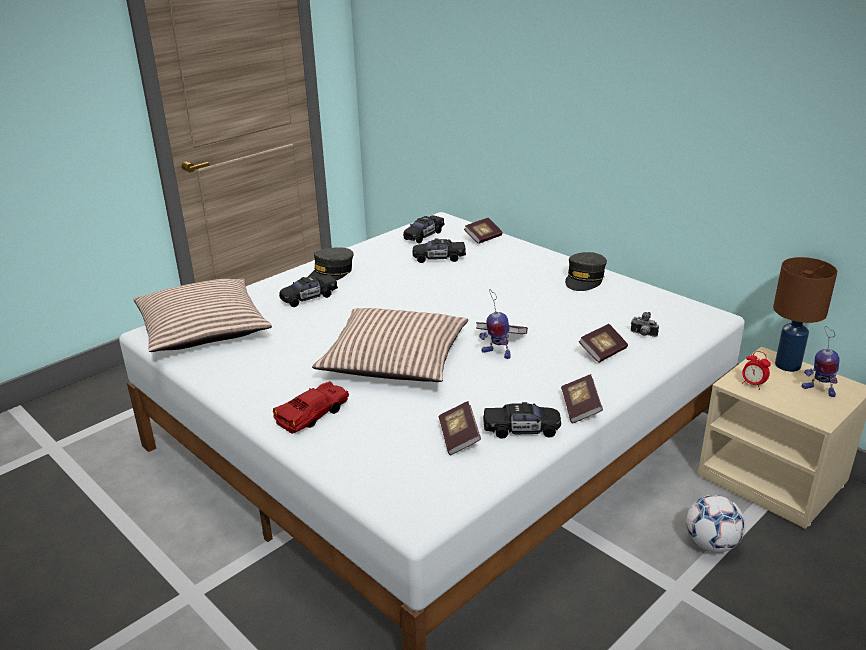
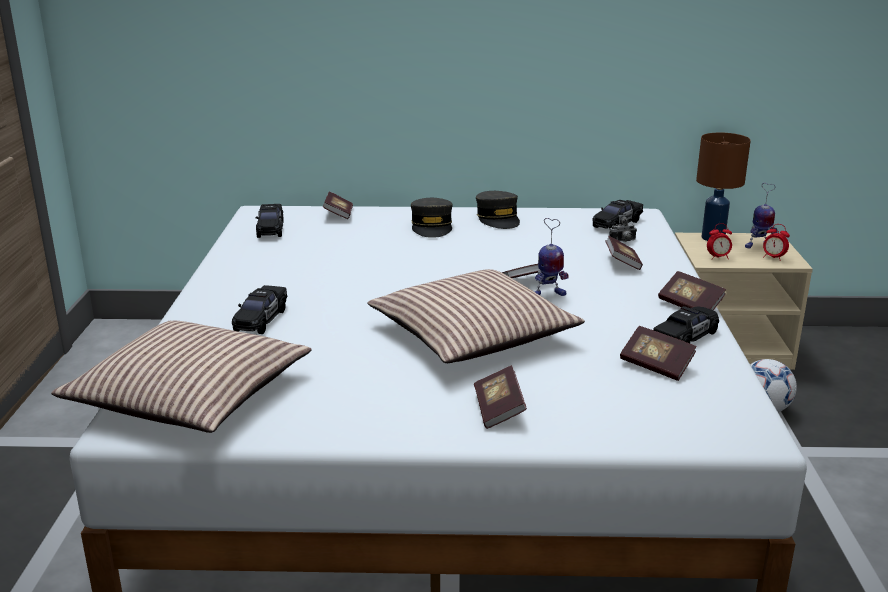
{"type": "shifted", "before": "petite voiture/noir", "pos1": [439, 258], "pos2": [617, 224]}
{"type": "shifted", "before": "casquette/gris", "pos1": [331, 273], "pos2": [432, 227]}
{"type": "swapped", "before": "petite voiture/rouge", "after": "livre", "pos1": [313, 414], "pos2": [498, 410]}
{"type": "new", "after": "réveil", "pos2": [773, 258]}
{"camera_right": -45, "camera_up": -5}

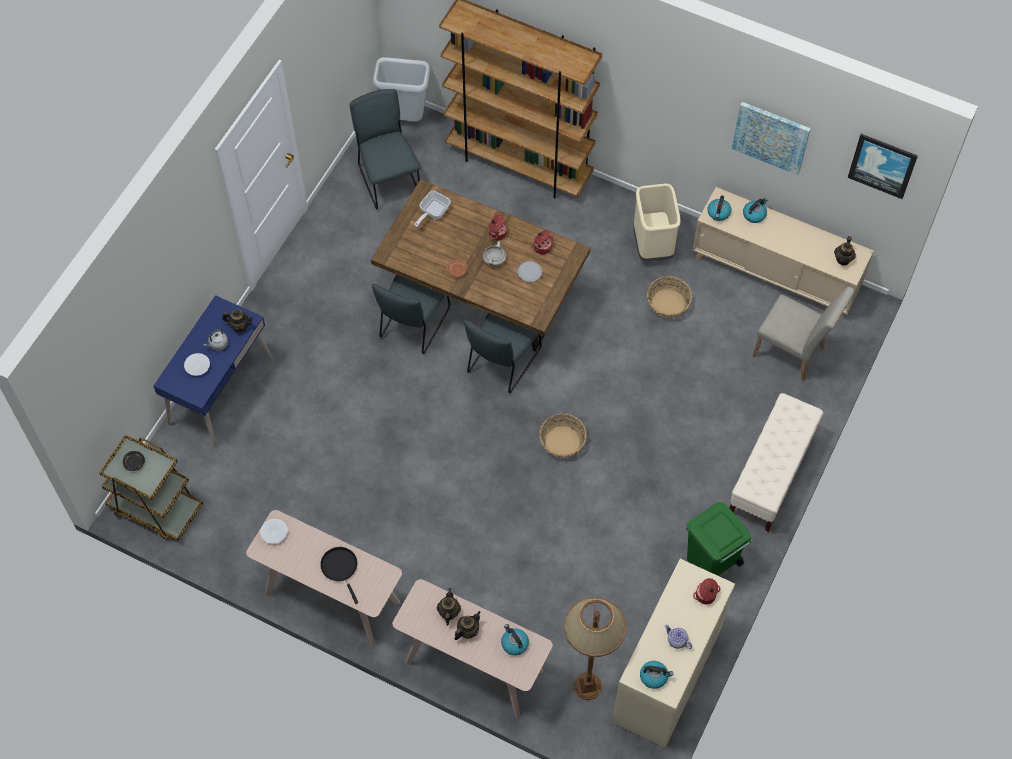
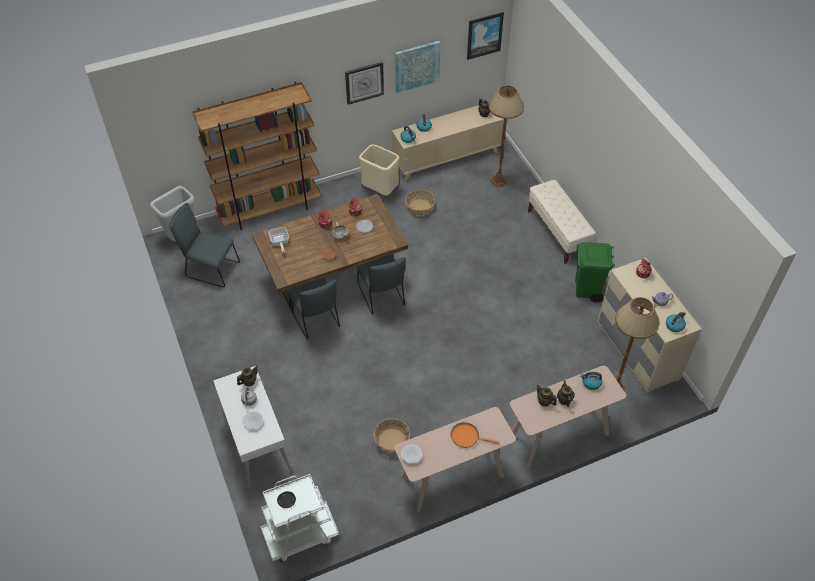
{"type": "swapped", "before": "chaise/beige", "after": "lampadaire/marron", "pos1": [793, 354], "pos2": [498, 181]}
{"type": "repainted", "before": "bureau/bleu", "after": "bureau/blanc", "pos1": [220, 391], "pos2": [256, 443]}
{"type": "shifted", "before": "panier", "pos1": [562, 441], "pos2": [391, 440]}
{"type": "repainted", "before": "chariot/marron", "after": "chariot/blanc", "pos1": [155, 508], "pos2": [300, 535]}
{"type": "repainted", "before": "poêle/noir", "after": "poêle/orange", "pos1": [340, 568], "pos2": [467, 436]}
{"type": "new", "after": "horloge murale", "pos2": [364, 82]}
{"camera_right": -50, "camera_up": -10}

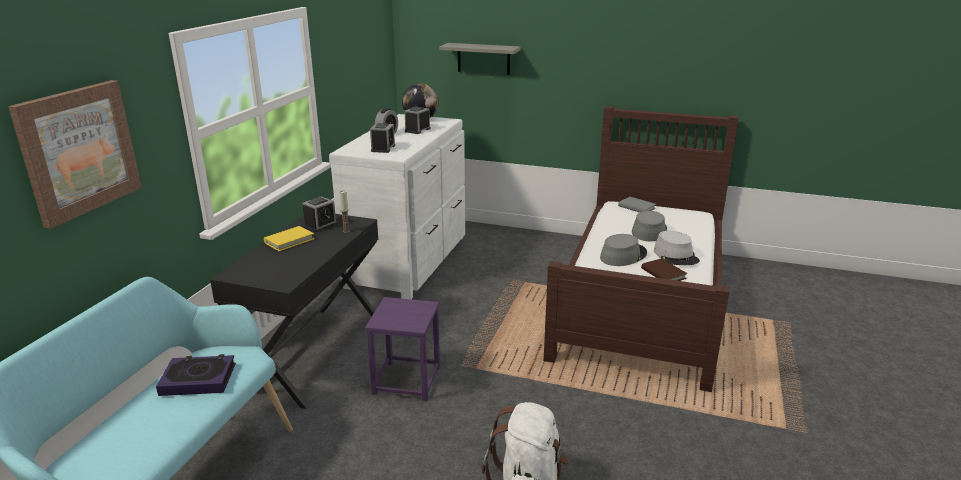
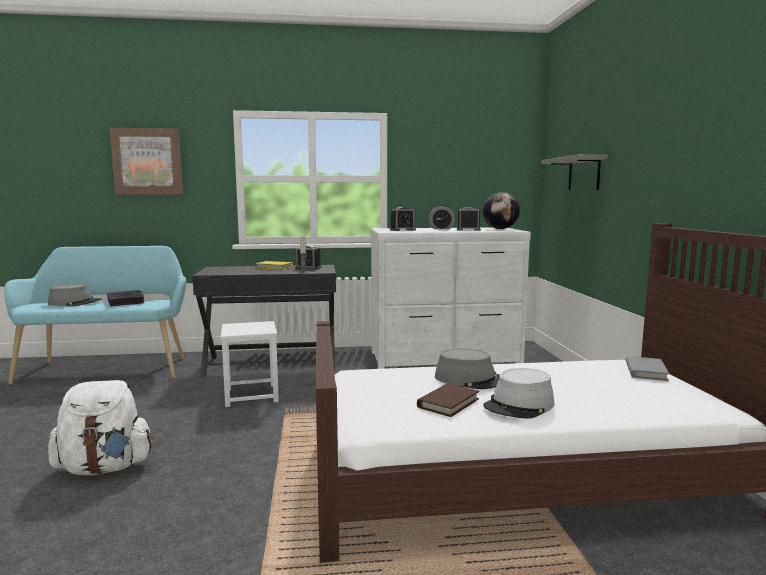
{"type": "shifted", "before": "chapeau/gris", "pos1": [649, 231], "pos2": [75, 303]}
{"type": "repainted", "before": "tabouret/violet", "after": "tabouret/blanc", "pos1": [407, 380], "pos2": [251, 395]}
{"camera_right": 65, "camera_up": -15}

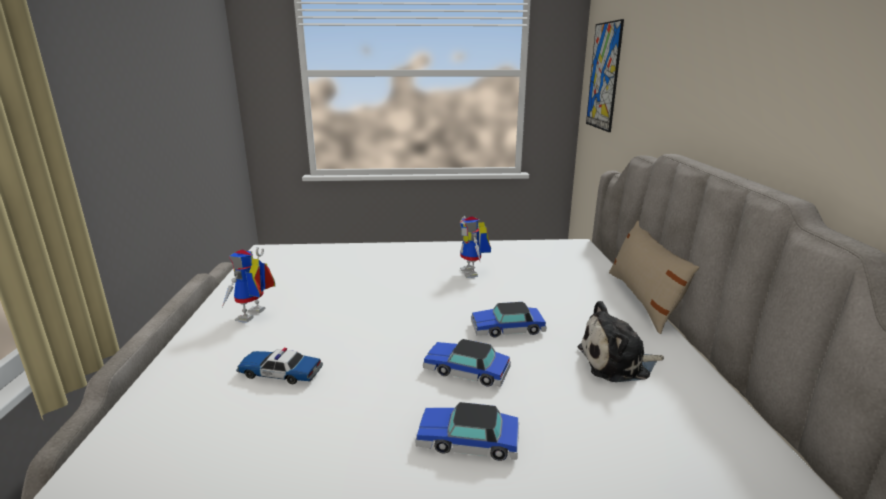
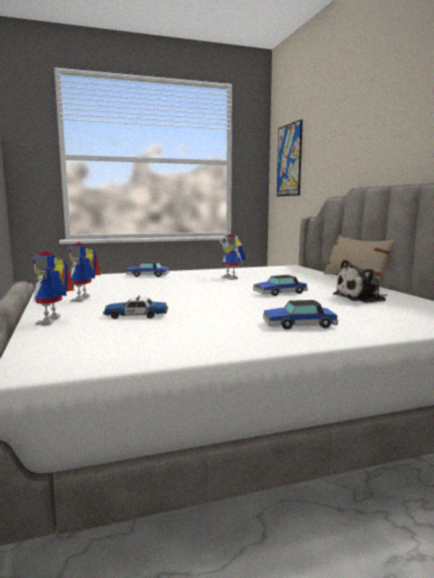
{"type": "shifted", "before": "petite voiture", "pos1": [466, 370], "pos2": [148, 275]}
{"type": "new", "after": "robot jouet", "pos2": [53, 322]}
{"camera_right": -15, "camera_up": -10}

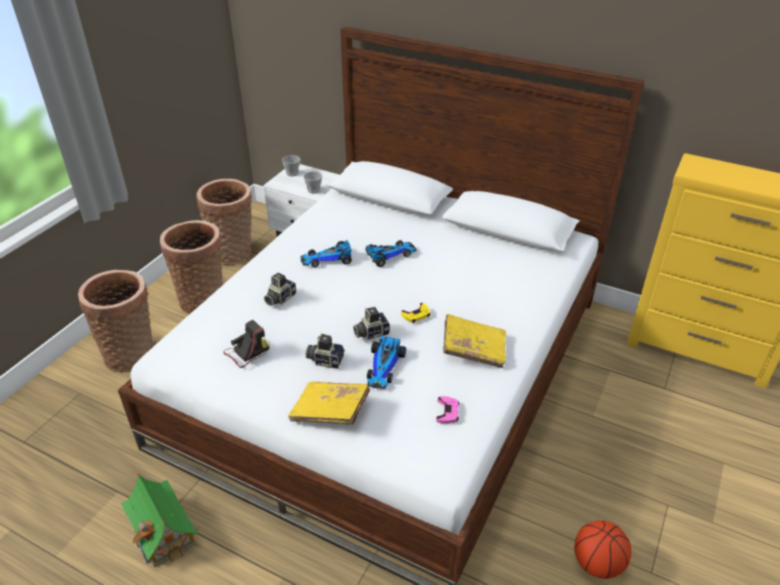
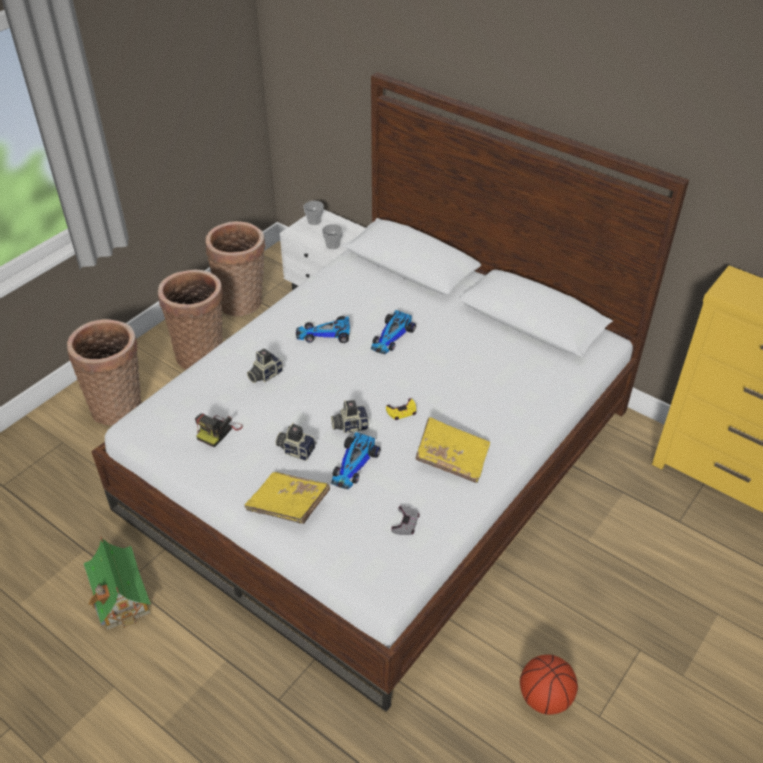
{"type": "rotated", "before": "petite voiture", "pos1": [389, 255], "pos2": [392, 337], "turn": 135}
{"type": "rotated", "before": "appareil photo", "pos1": [246, 352], "pos2": [218, 431], "turn": 150}
{"type": "repainted", "before": "manette/rose", "after": "manette/gris", "pos1": [447, 412], "pos2": [405, 523]}
{"camera_right": 10, "camera_up": 5}

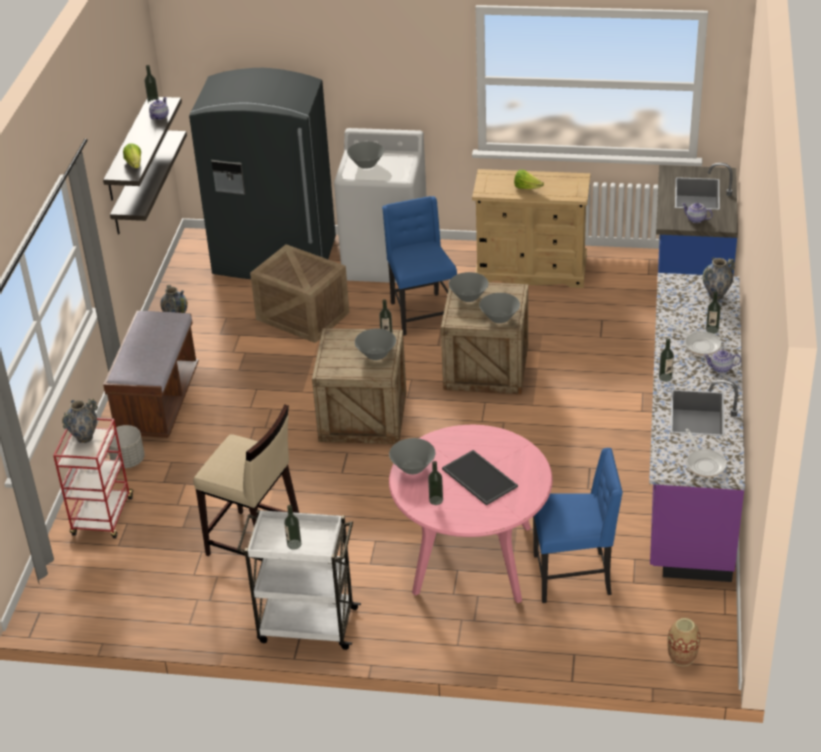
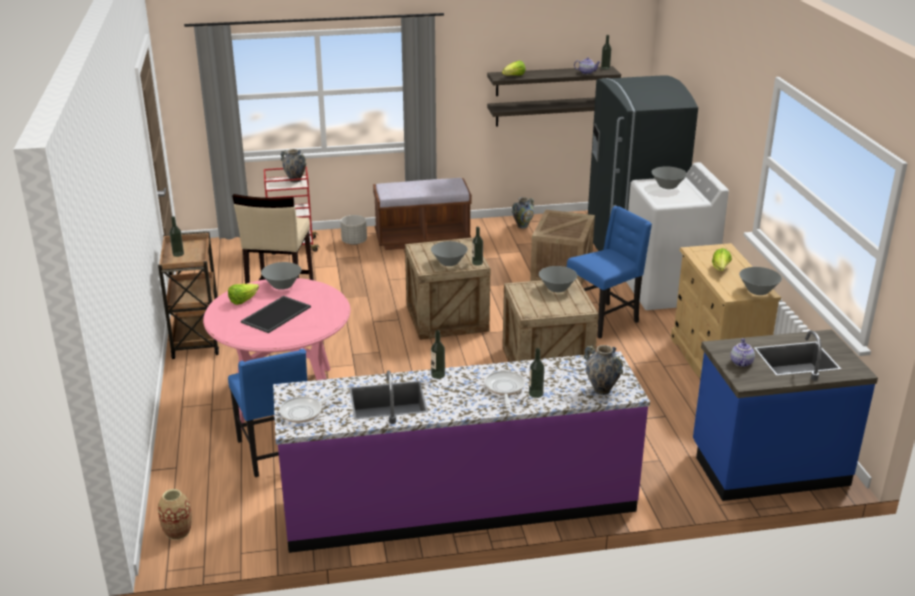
{"type": "shifted", "before": "bol/gris", "pos1": [499, 318], "pos2": [758, 291]}
{"type": "rotated", "before": "poêle", "pos1": [699, 345], "pos2": [504, 389], "turn": 150}
{"type": "gone", "before": "théière", "pos1": [721, 368]}
{"type": "swapped", "before": "bouteille", "after": "laitue", "pos1": [436, 500], "pos2": [243, 301]}
{"type": "repainted", "before": "chariot/blanc", "after": "chariot/marron", "pos1": [306, 625], "pos2": [196, 338]}
{"camera_right": 70, "camera_up": -10}

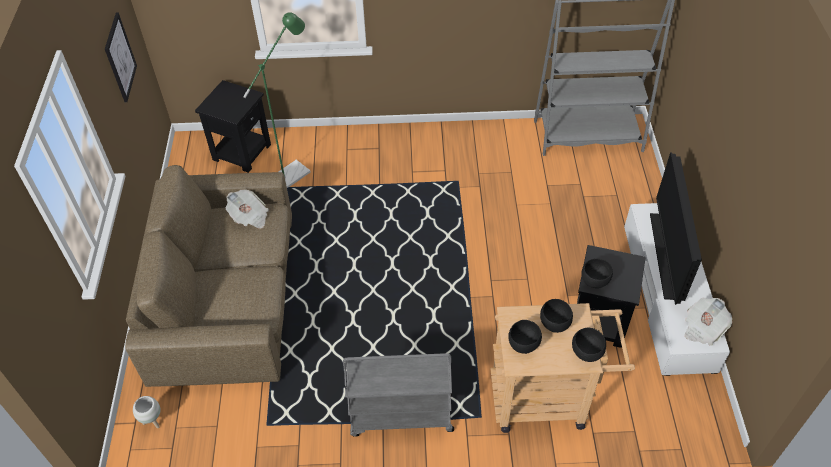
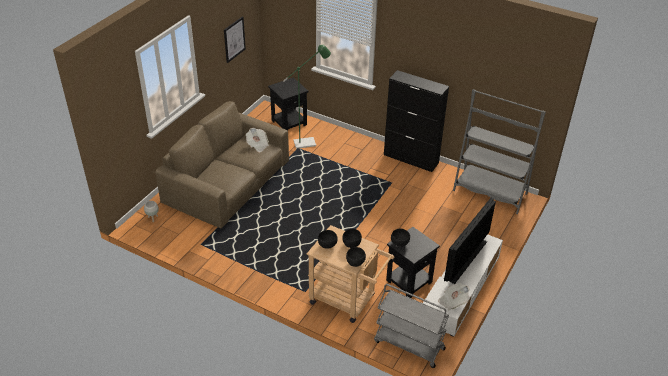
{"type": "shifted", "before": "chariot/gris", "pos1": [400, 416], "pos2": [408, 345]}
{"type": "new", "after": "meuble de rangement/noir", "pos2": [411, 159]}
{"camera_right": 30, "camera_up": -10}

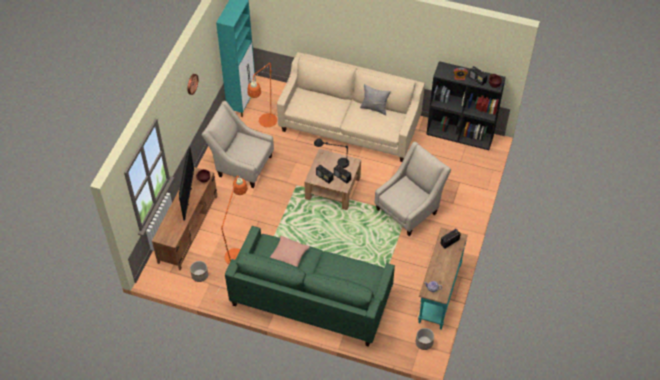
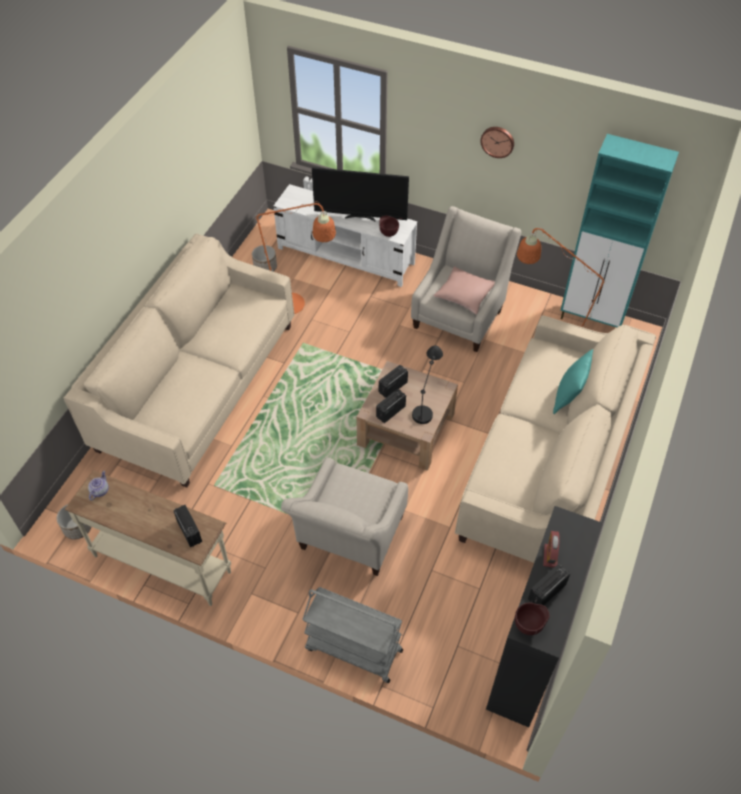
{"type": "gone", "before": "coussin/gris", "pos1": [374, 108]}
{"type": "rotated", "before": "fauteuil/beige", "pos1": [409, 209], "pos2": [348, 539], "turn": 60}
{"type": "repainted", "before": "meuble télé/marron", "after": "meuble télé/blanc", "pos1": [188, 228], "pos2": [346, 256]}
{"type": "repainted", "before": "canapé/vert", "after": "canapé/beige", "pos1": [311, 298], "pos2": [198, 387]}
{"type": "repainted", "before": "table console/turquoise", "after": "table console/beige", "pos1": [438, 294], "pos2": [163, 562]}
{"type": "shifted", "before": "coussin/rose", "pos1": [288, 256], "pos2": [464, 295]}
{"type": "new", "after": "coussin/turquoise", "pos2": [568, 397]}
{"type": "new", "after": "chariot/gris", "pos2": [353, 650]}
{"camera_right": 95, "camera_up": 0}

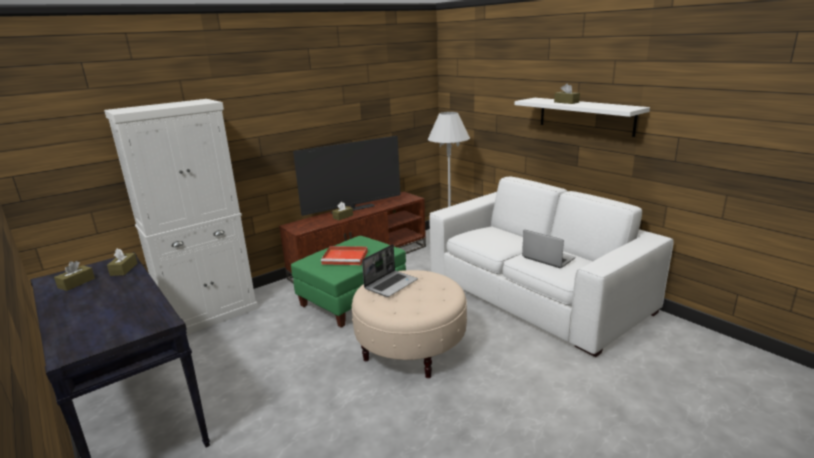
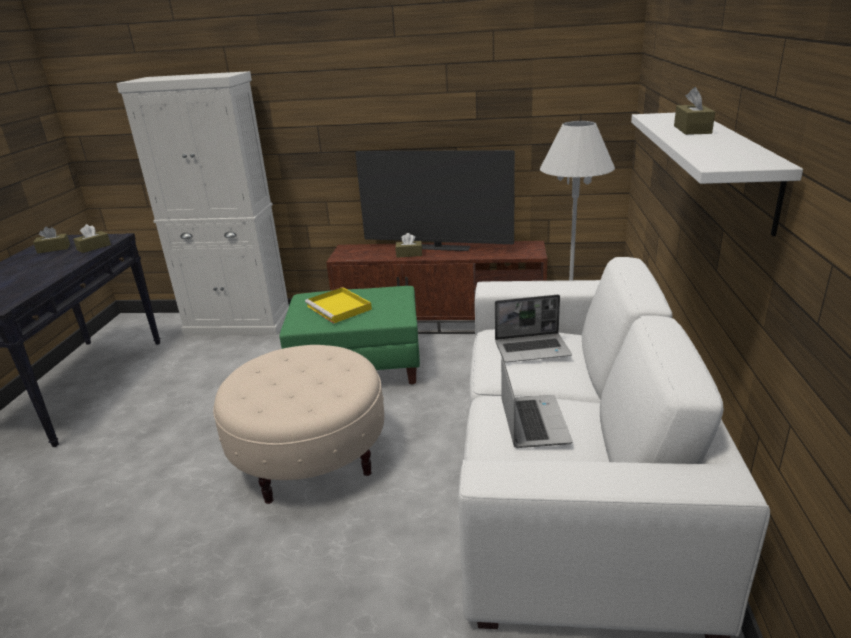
{"type": "shifted", "before": "ordinateur portable", "pos1": [391, 284], "pos2": [533, 349]}
{"type": "repainted", "before": "plateau/rouge", "after": "plateau/jaune", "pos1": [346, 257], "pos2": [340, 308]}
{"camera_right": 45, "camera_up": 5}

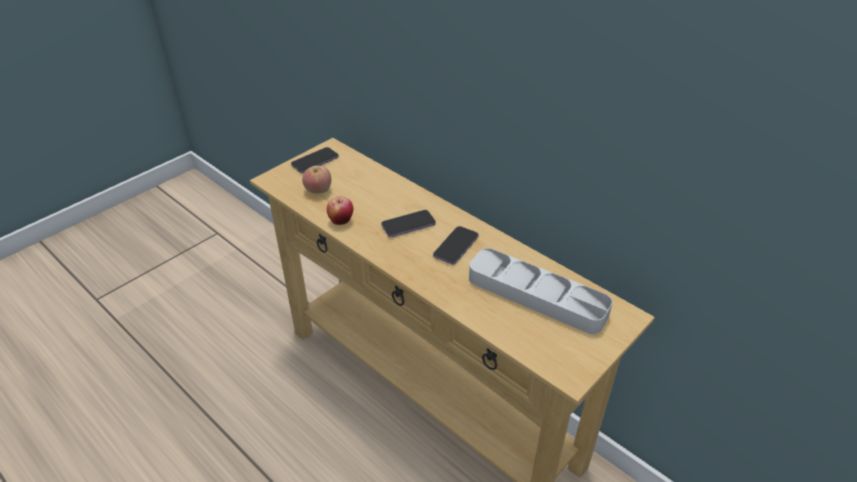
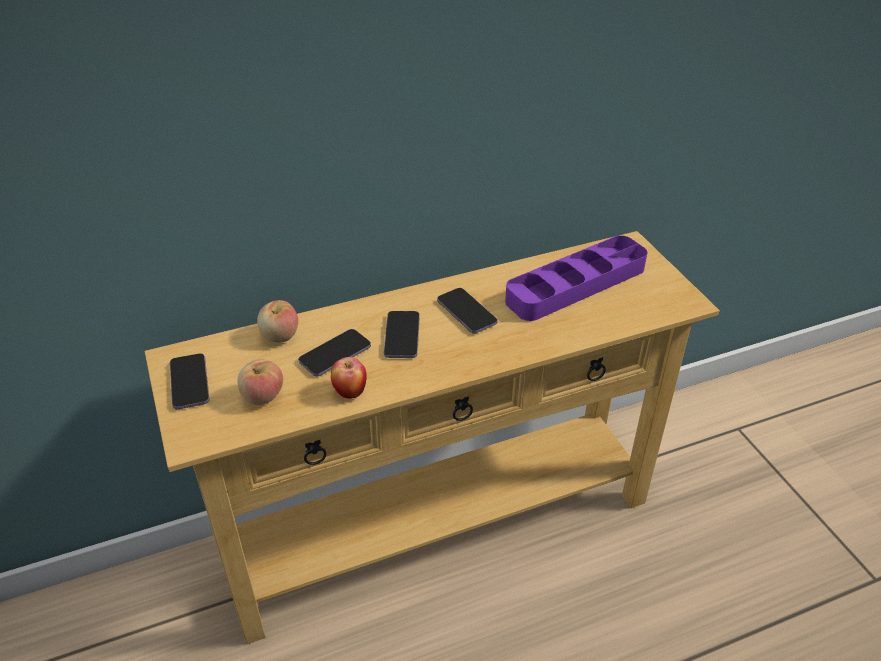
{"type": "repainted", "before": "plateau/gris", "after": "plateau/violet", "pos1": [536, 295], "pos2": [576, 284]}
{"type": "new", "after": "pomme", "pos2": [280, 336]}
{"type": "new", "after": "téléphone", "pos2": [335, 354]}
{"camera_right": -65, "camera_up": 0}

